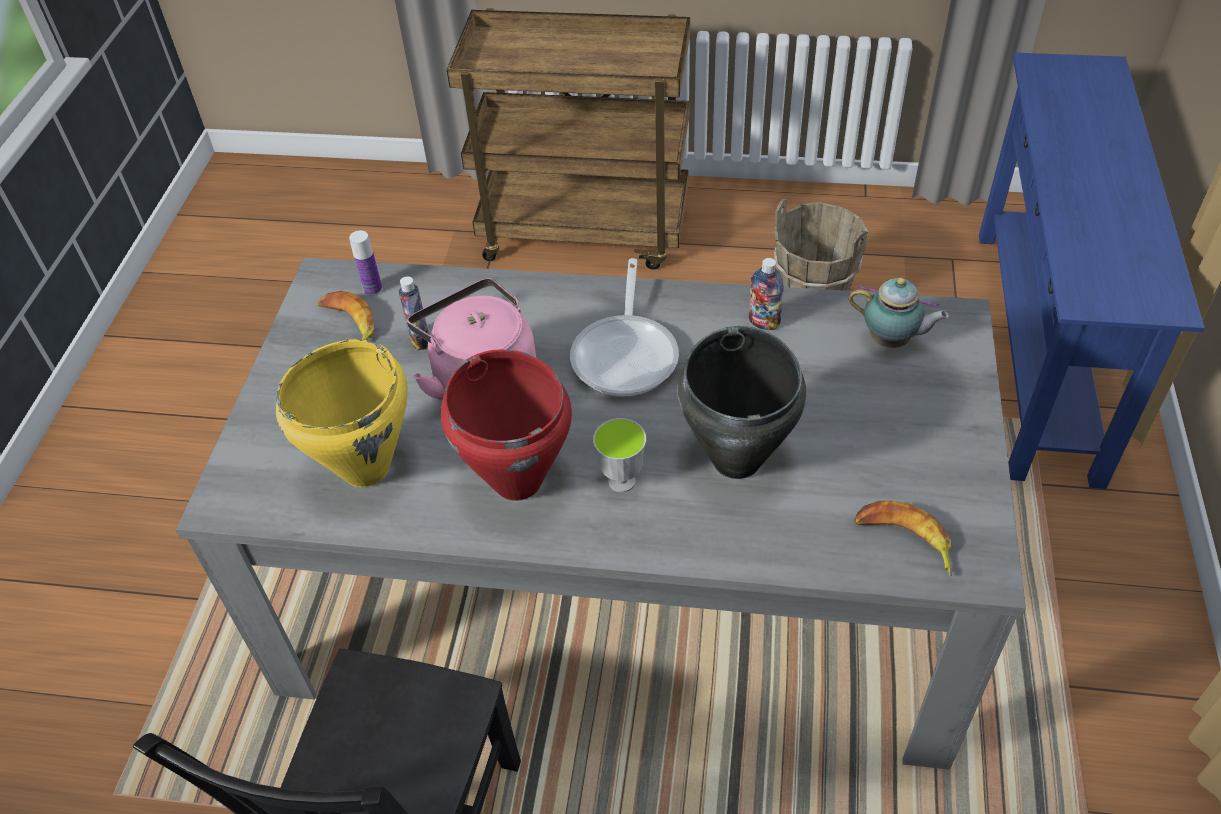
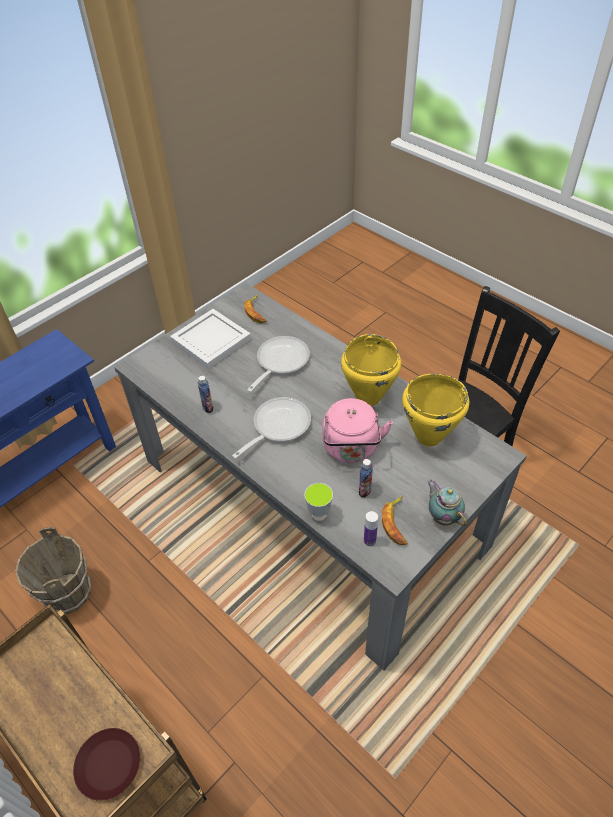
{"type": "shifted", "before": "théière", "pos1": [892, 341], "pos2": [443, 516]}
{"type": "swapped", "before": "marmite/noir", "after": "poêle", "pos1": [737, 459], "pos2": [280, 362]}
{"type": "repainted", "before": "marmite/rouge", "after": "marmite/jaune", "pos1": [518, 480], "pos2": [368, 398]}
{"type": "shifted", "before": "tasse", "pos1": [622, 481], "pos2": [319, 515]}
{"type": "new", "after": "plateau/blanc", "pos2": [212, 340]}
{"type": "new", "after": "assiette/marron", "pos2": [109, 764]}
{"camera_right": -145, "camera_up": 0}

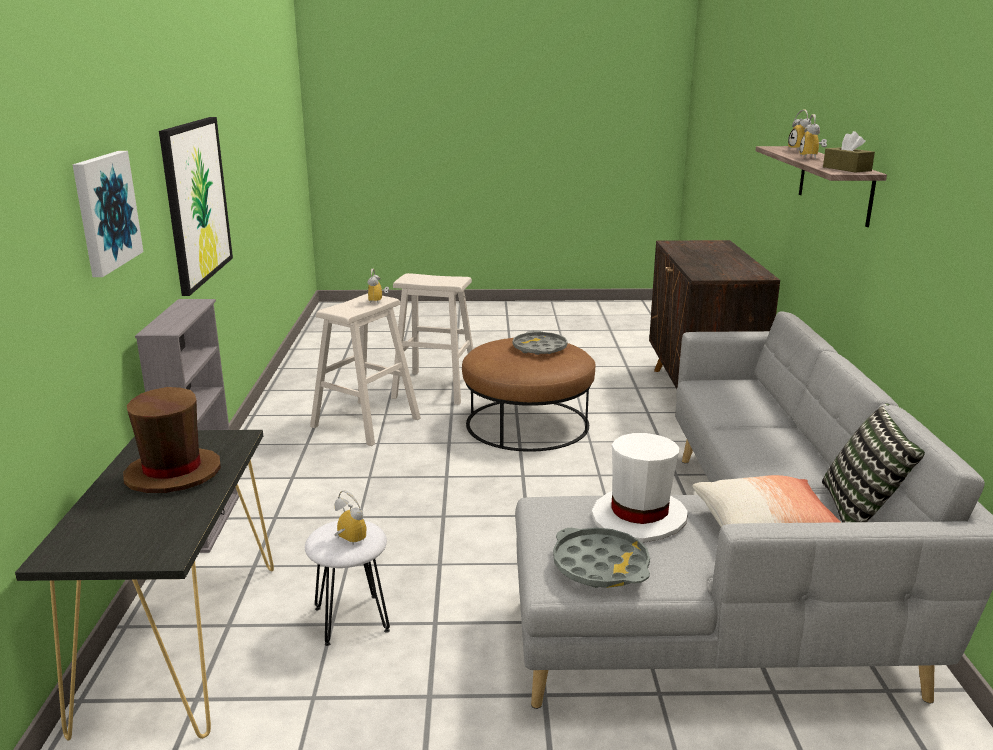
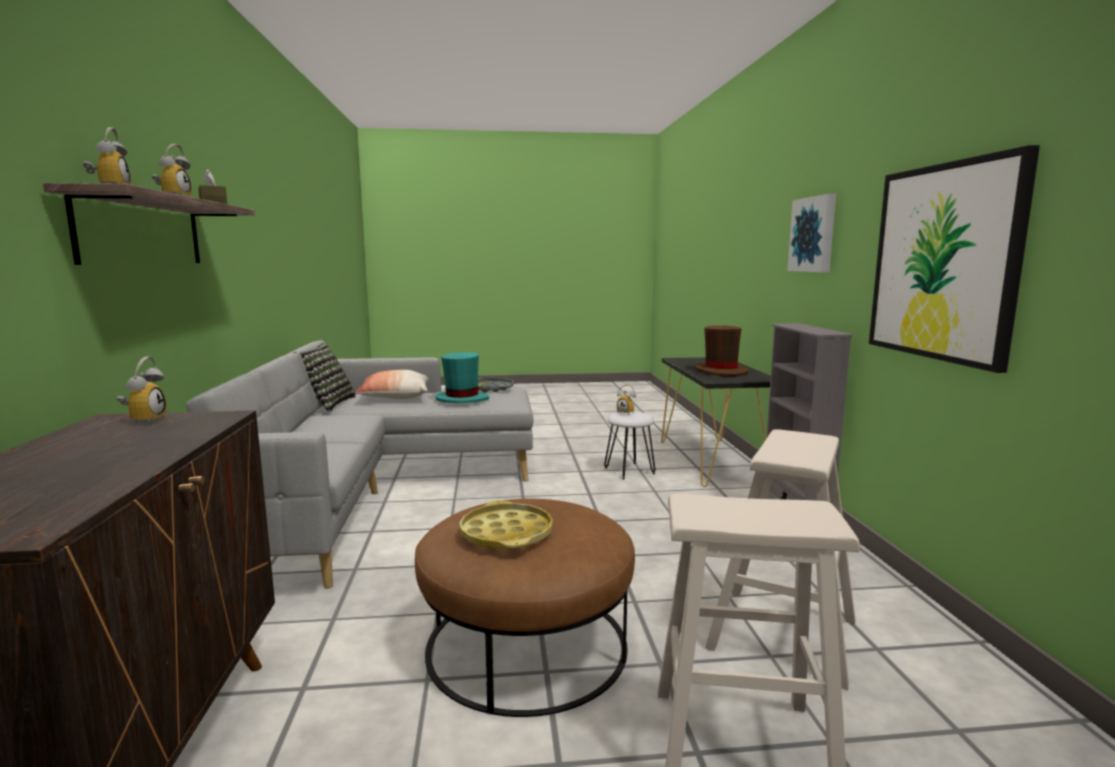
{"type": "shifted", "before": "réveil", "pos1": [378, 302], "pos2": [144, 420]}
{"type": "repainted", "before": "plateau/gris", "after": "plateau/jaune", "pos1": [539, 348], "pos2": [506, 534]}
{"type": "repainted", "before": "chapeau/blanc", "after": "chapeau/turquoise", "pos1": [639, 517], "pos2": [462, 399]}
{"camera_right": 175, "camera_up": -10}

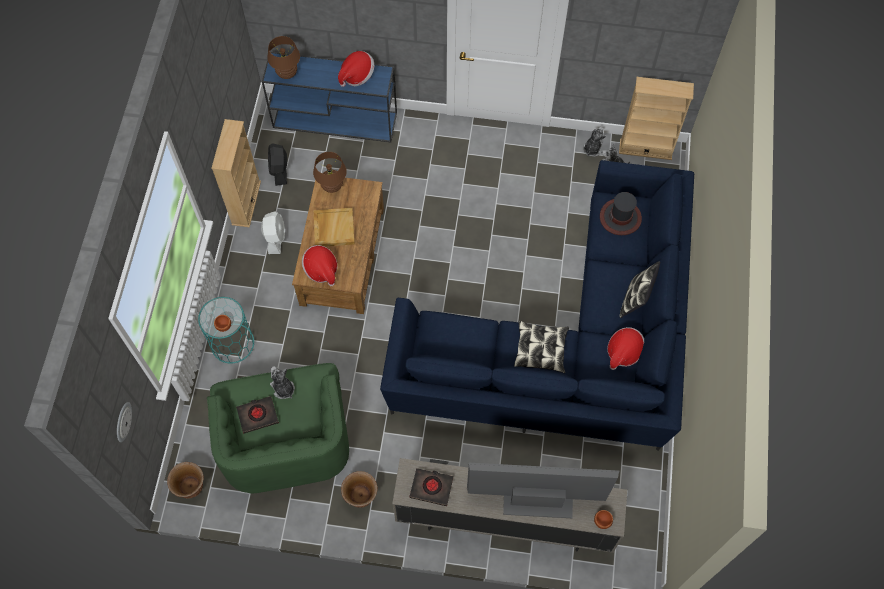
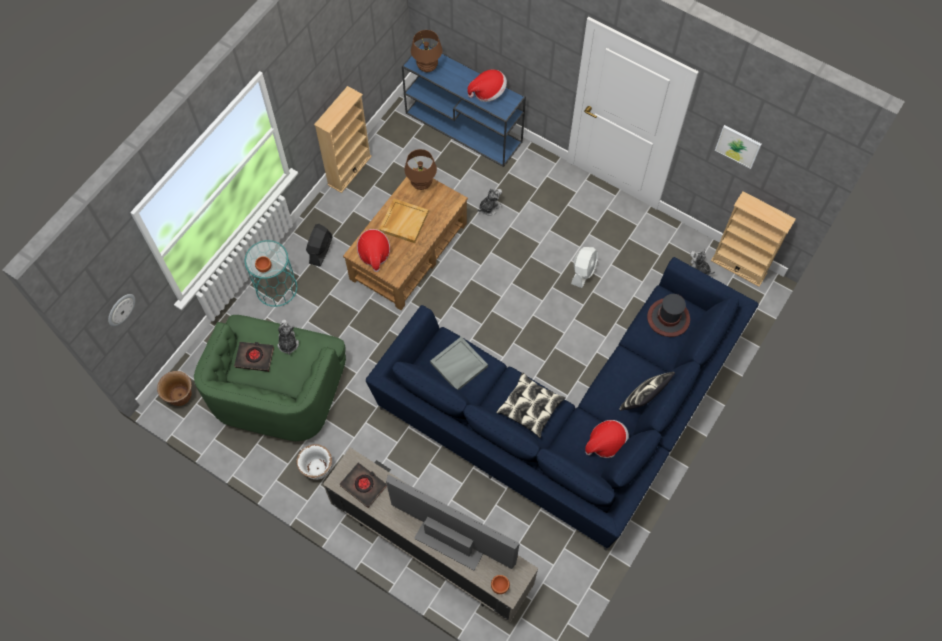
{"type": "shifted", "before": "peluche", "pos1": [592, 148], "pos2": [489, 207]}
{"type": "shifted", "before": "ventilateur/noir", "pos1": [279, 170], "pos2": [320, 250]}
{"type": "shifted", "before": "ventilateur/blanc", "pos1": [275, 238], "pos2": [583, 271]}
{"type": "repainted", "before": "cache-pot/marron", "after": "cache-pot/blanc", "pos1": [361, 496], "pos2": [317, 469]}
{"type": "new", "after": "tableau", "pos2": [738, 146]}
{"type": "new", "after": "plateau/gris", "pos2": [459, 365]}
{"camera_right": 25, "camera_up": 0}

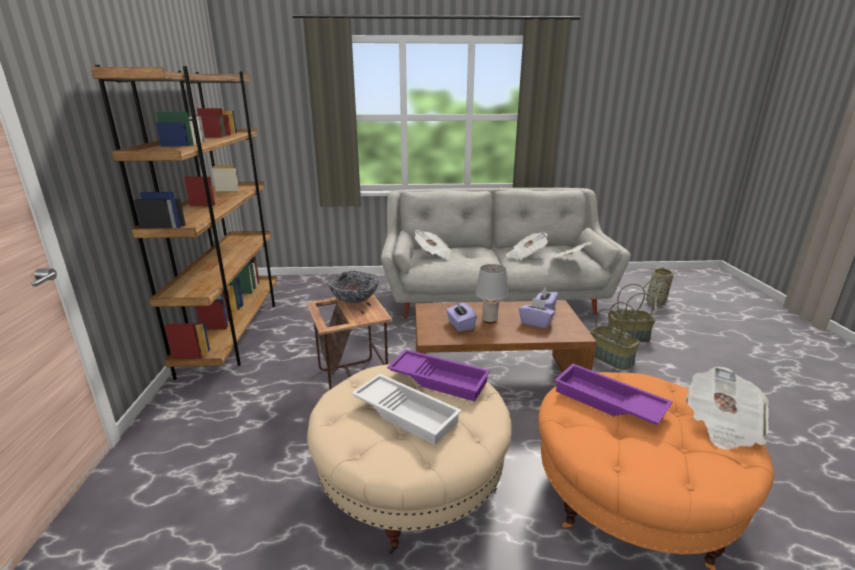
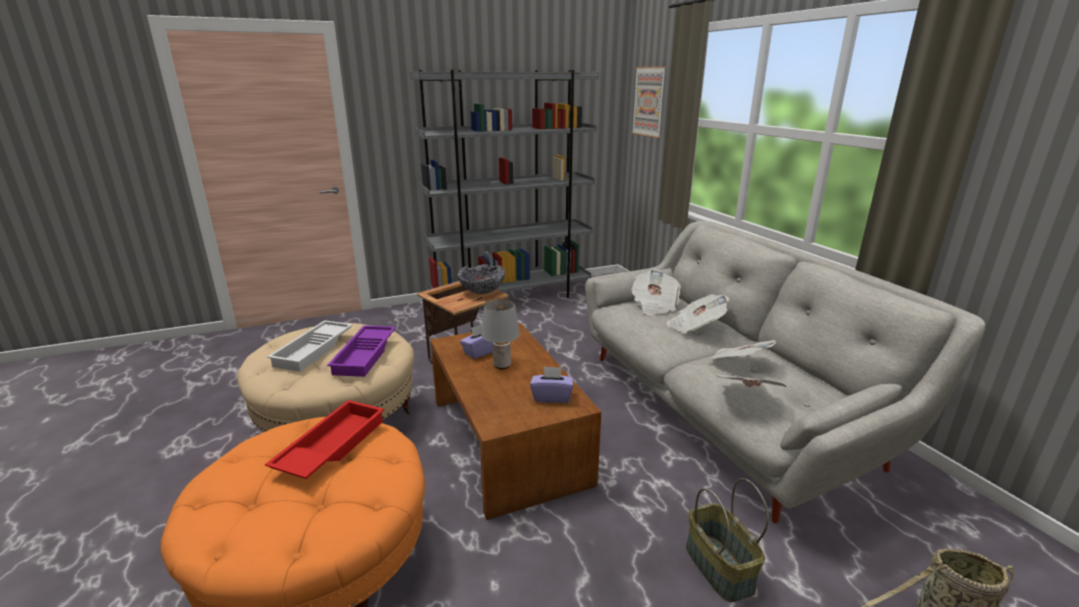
{"type": "repainted", "before": "bibliothèque/marron", "after": "bibliothèque/gris", "pos1": [234, 332], "pos2": [511, 297]}
{"type": "gone", "before": "boîte à mouchoirs/violet", "pos1": [535, 323]}
{"type": "gone", "before": "panier", "pos1": [611, 358]}
{"type": "repainted", "before": "plateau/violet", "after": "plateau/rouge", "pos1": [607, 402], "pos2": [330, 446]}
{"type": "shifted", "before": "journal", "pos1": [722, 425], "pos2": [695, 327]}
{"type": "new", "after": "tableau", "pos2": [649, 101]}
{"camera_right": 70, "camera_up": 0}

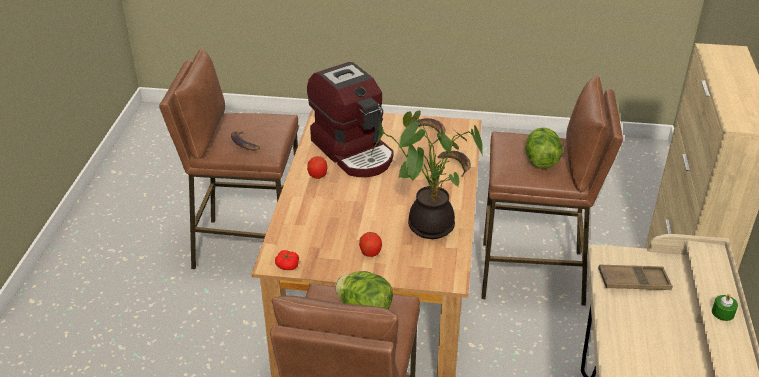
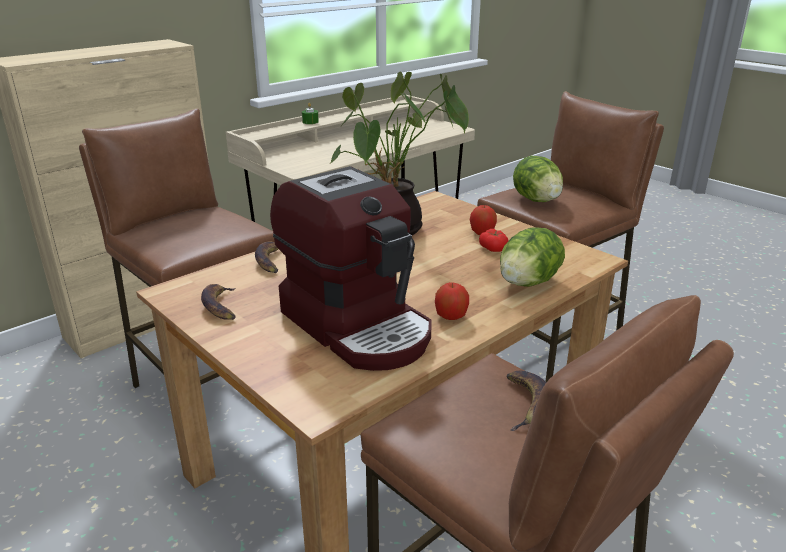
{"type": "rotated", "before": "machine à café", "pos1": [354, 151], "pos2": [358, 325], "turn": 135}
{"type": "shifted", "before": "laitue", "pos1": [541, 161], "pos2": [527, 283]}
{"type": "shifted", "before": "tomate", "pos1": [287, 265], "pos2": [493, 248]}
{"type": "gone", "before": "plateau/marron", "pos1": [633, 281]}
{"camera_right": -140, "camera_up": -10}

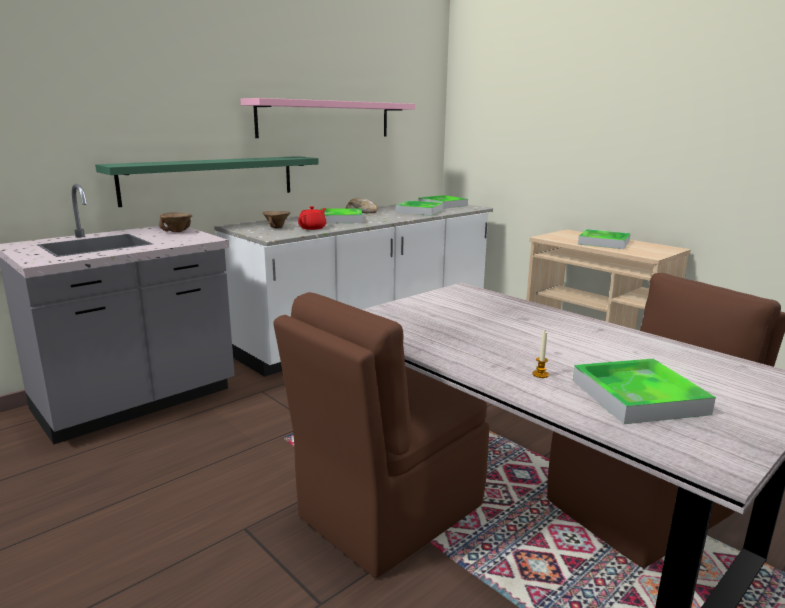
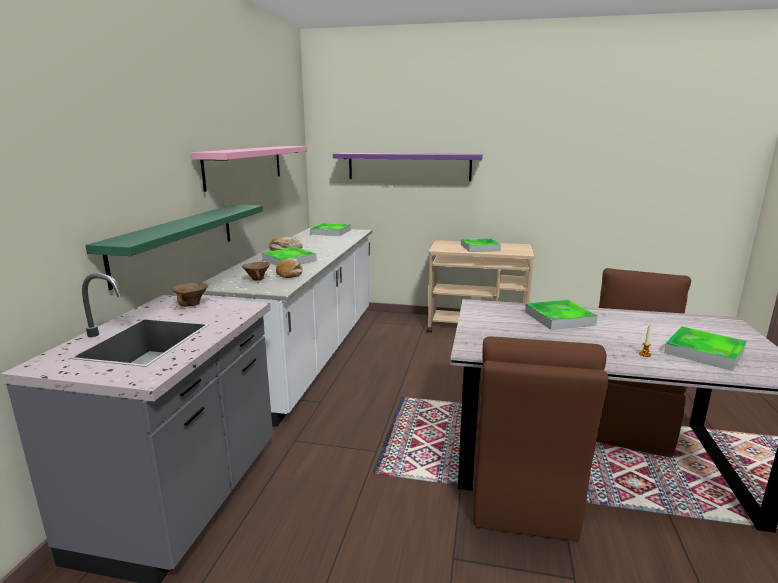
{"type": "shifted", "before": "plateau", "pos1": [419, 211], "pos2": [559, 318]}
{"type": "swapped", "before": "théière/rouge", "after": "pain", "pos1": [313, 228], "pos2": [290, 274]}
{"type": "new", "after": "étagère/violet", "pos2": [409, 166]}
{"camera_right": -35, "camera_up": 0}

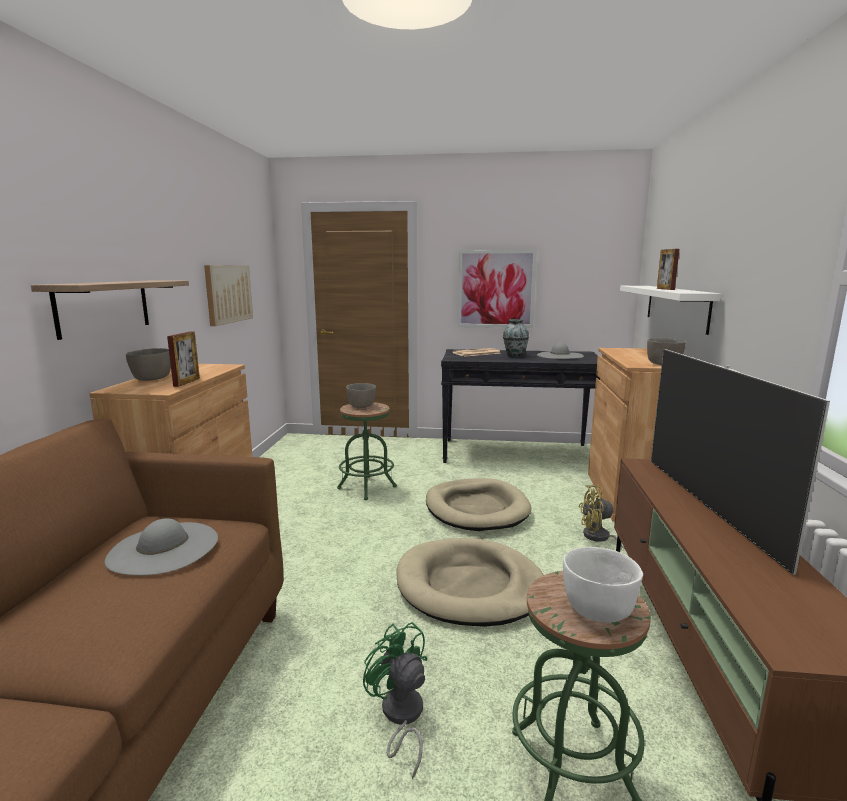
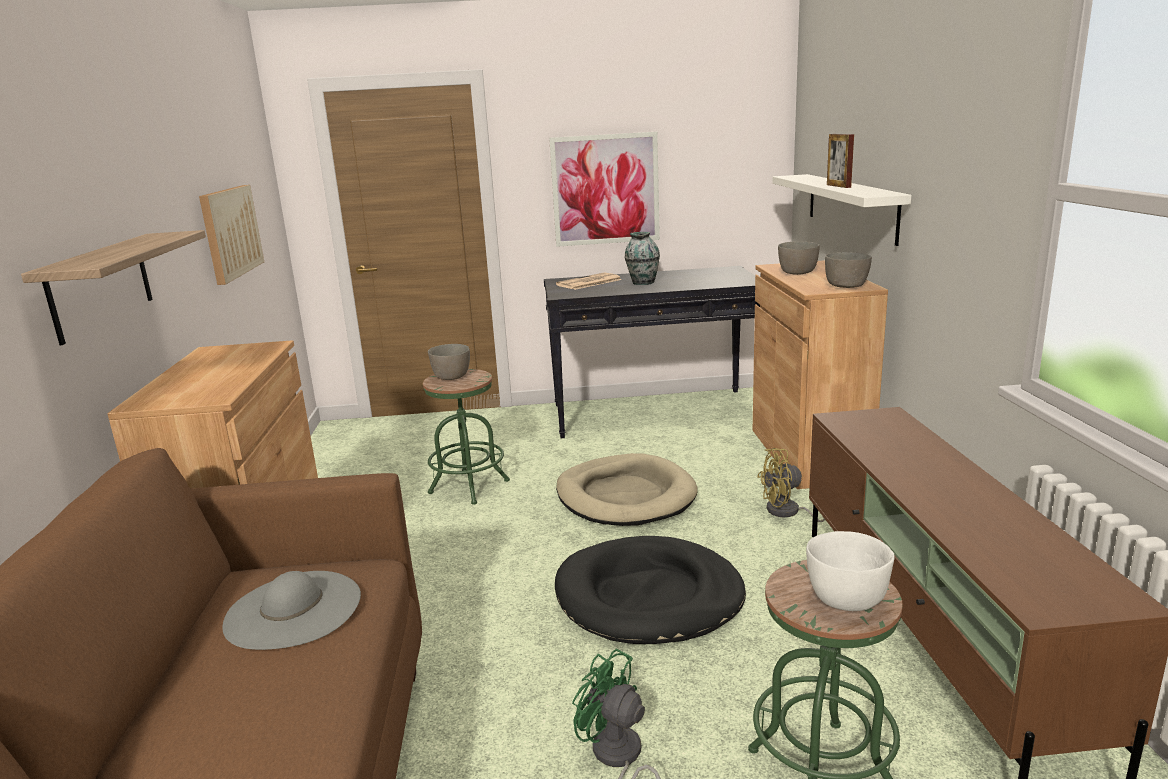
{"type": "gone", "before": "cadre photo", "pos1": [186, 382]}
{"type": "gone", "before": "chapeau/gris", "pos1": [560, 355]}
{"type": "shifted", "before": "bol/gris", "pos1": [151, 379], "pos2": [797, 273]}
{"type": "gone", "before": "téléviseur", "pos1": [708, 506]}
{"type": "repainted", "before": "panier pour chien/beige", "after": "panier pour chien/noir", "pos1": [469, 586], "pos2": [649, 596]}
{"camera_right": -10, "camera_up": 5}

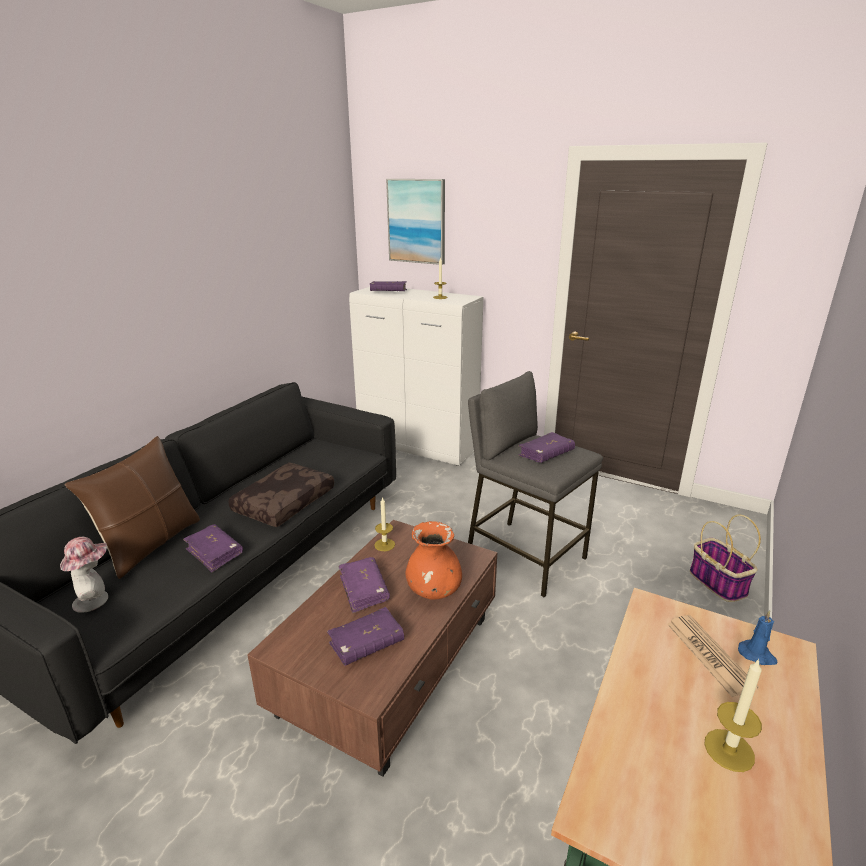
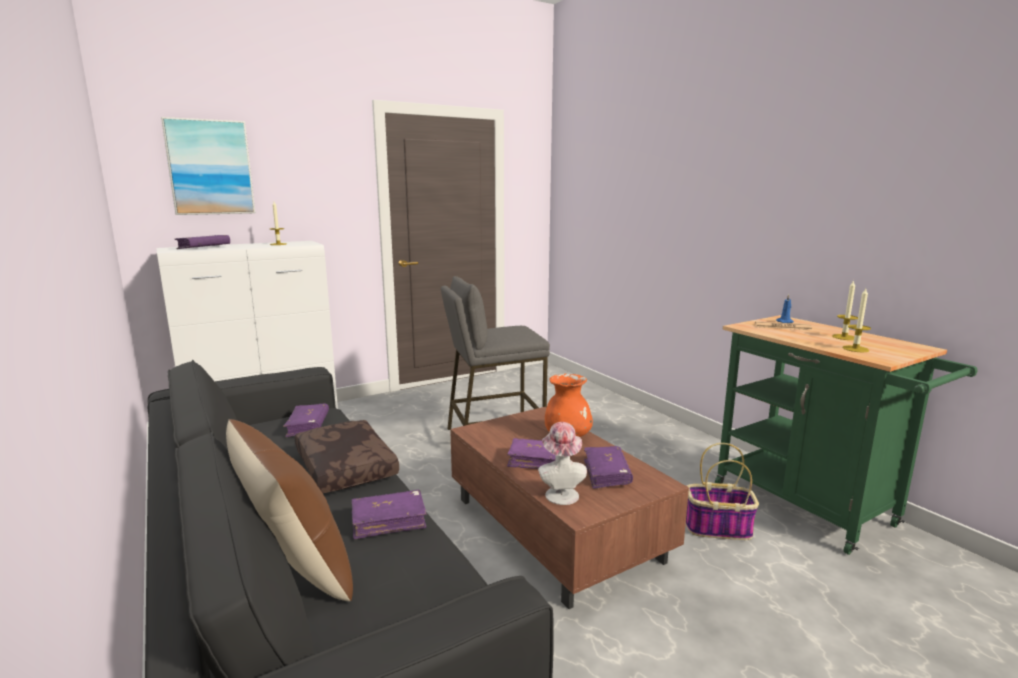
{"type": "shifted", "before": "livre/violet", "pos1": [546, 454], "pos2": [308, 426]}
{"type": "shifted", "before": "bougie", "pos1": [384, 545], "pos2": [855, 349]}
{"type": "shifted", "before": "panier", "pos1": [716, 582], "pos2": [717, 528]}
{"type": "shifted", "before": "chapeau", "pos1": [95, 599], "pos2": [560, 493]}
{"camera_right": -60, "camera_up": -10}

